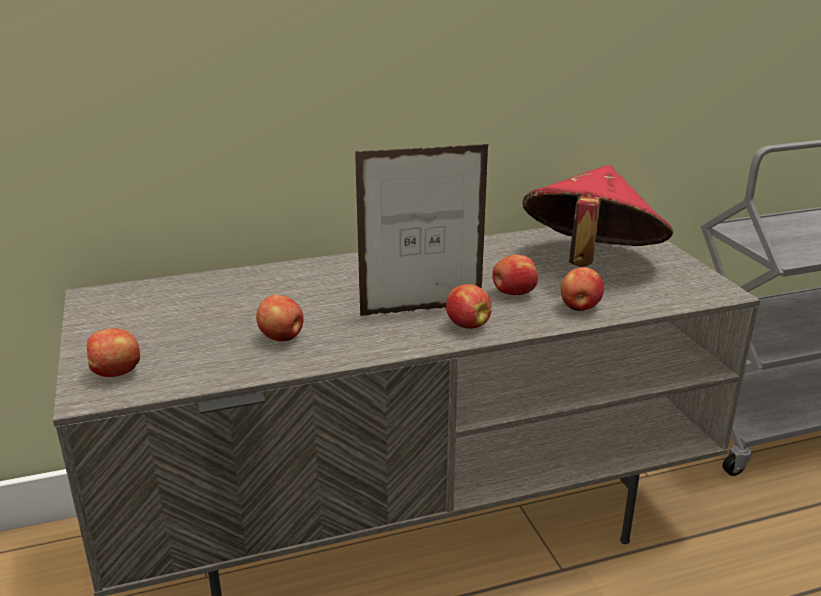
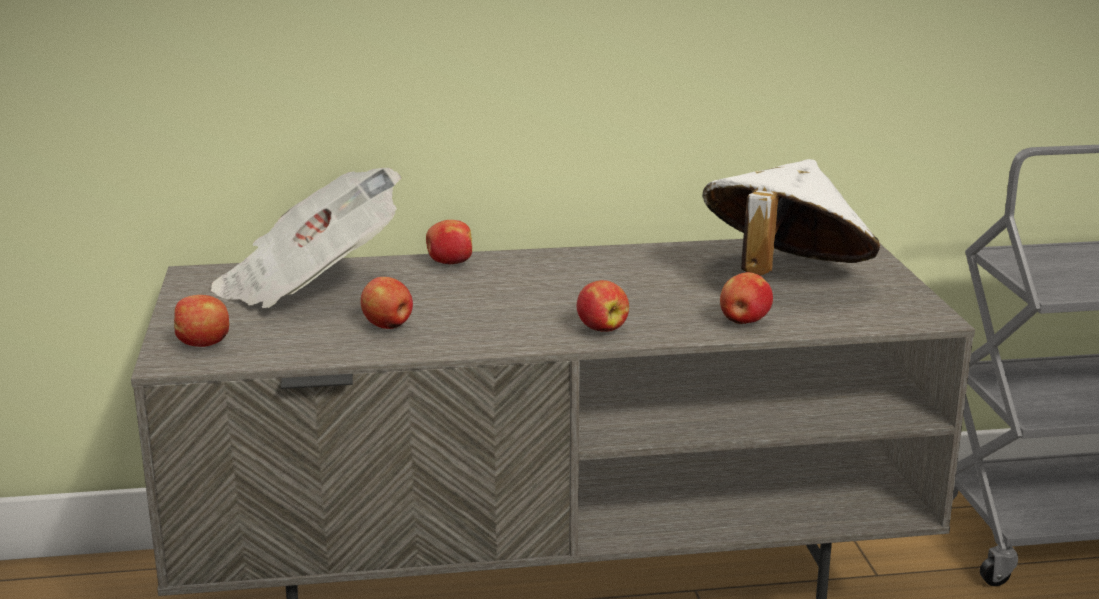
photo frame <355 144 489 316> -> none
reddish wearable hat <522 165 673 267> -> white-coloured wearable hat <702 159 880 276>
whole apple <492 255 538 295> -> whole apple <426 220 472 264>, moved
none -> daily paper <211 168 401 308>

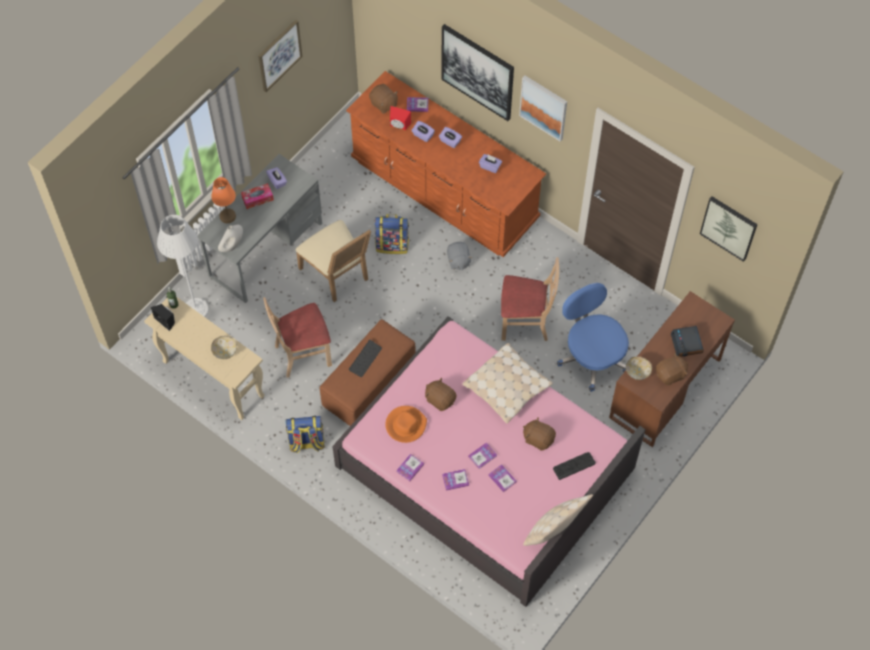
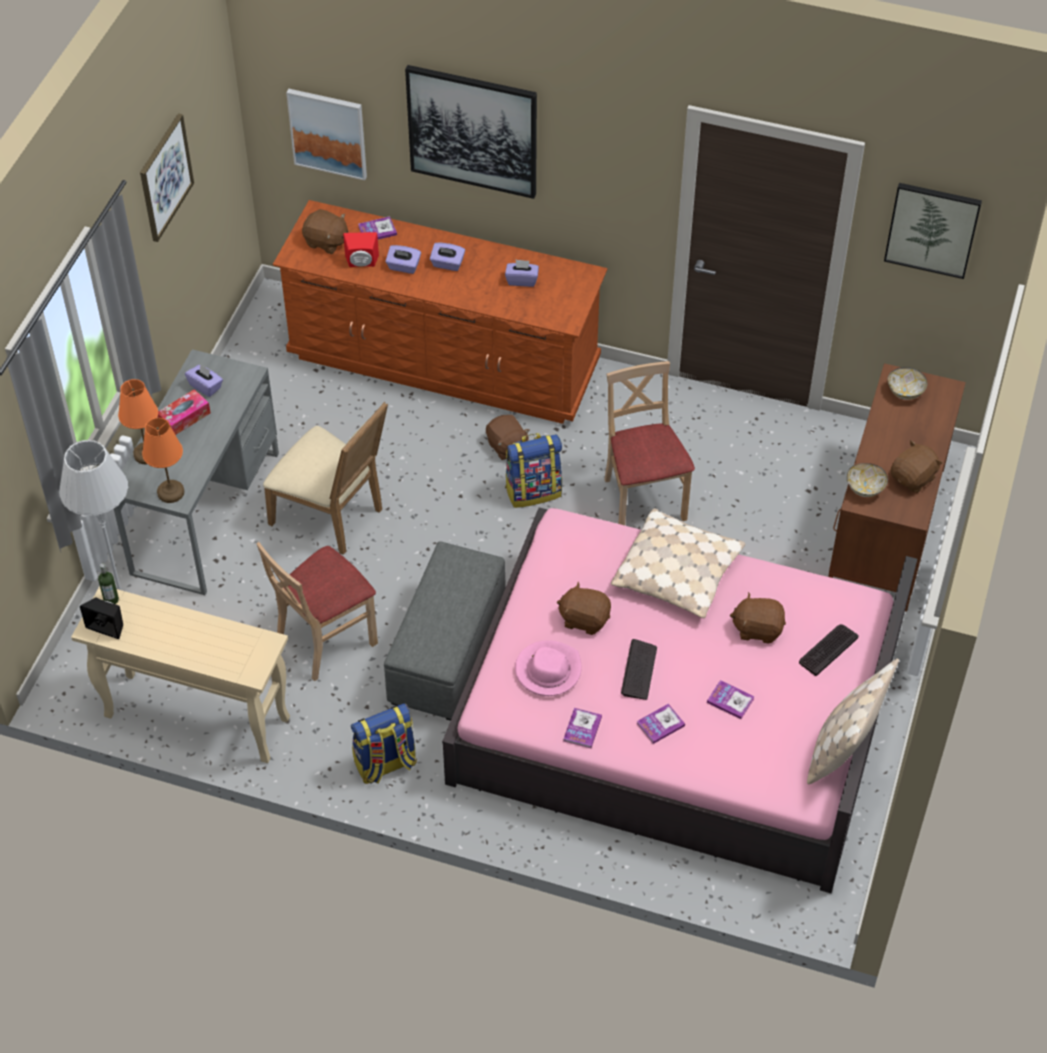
wall art <519 75 567 141> -> wall art <286 89 367 181>, moved
knapsack <374 214 409 254> -> knapsack <505 433 562 508>, moved
white-coloured vase <218 225 243 252> -> orangey lamp for a table <142 418 184 503>
grey soft toy <447 242 472 270> -> brownish soft toy <486 415 530 460>
sand-coloured chair <501 257 559 341> -> sand-coloured chair <604 361 695 525>, 90 degrees counterclockwise
blue-coloured desk chair <557 283 629 392> -> none
brownish footrest <319 319 416 426> -> grey footrest <384 541 506 721>
alarm clock <671 326 704 357> -> none
bowl <211 336 237 359> -> bowl <887 367 927 400>, moved
PC keyboard <348 340 382 377> -> PC keyboard <621 639 657 700>, moved
orangey wearable hat <385 406 427 443> -> pink-coloured wearable hat <515 640 582 696>
volume <468 442 497 469> -> none

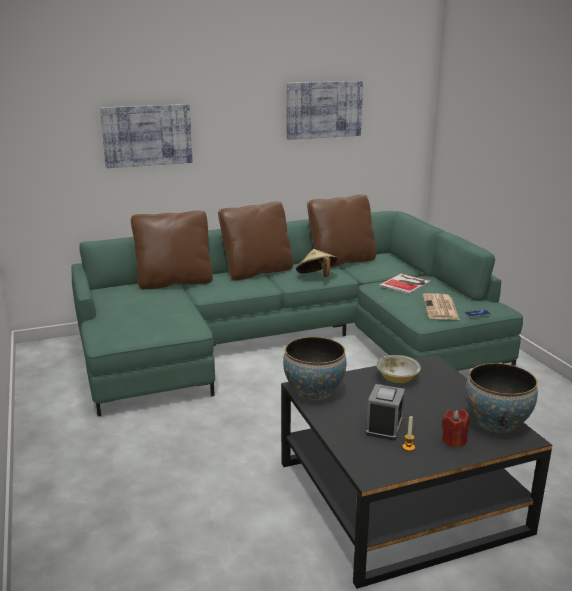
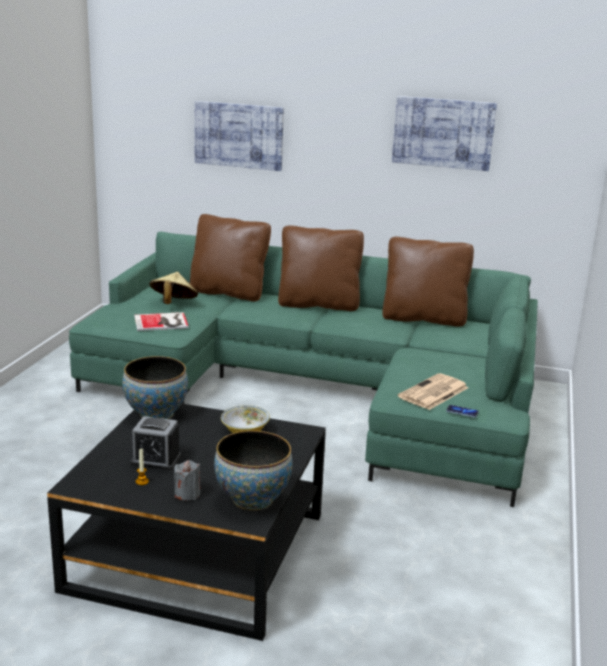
sand-coloured wearable hat <296 249 338 277> -> sand-coloured wearable hat <149 272 198 304>, moved
volume <379 273 431 294> -> volume <134 312 189 331>, moved
alarm clock <366 384 405 441> -> alarm clock <130 416 181 471>, 45 degrees clockwise
reddish wax candle <442 409 469 448> -> grey wax candle <174 460 200 501>

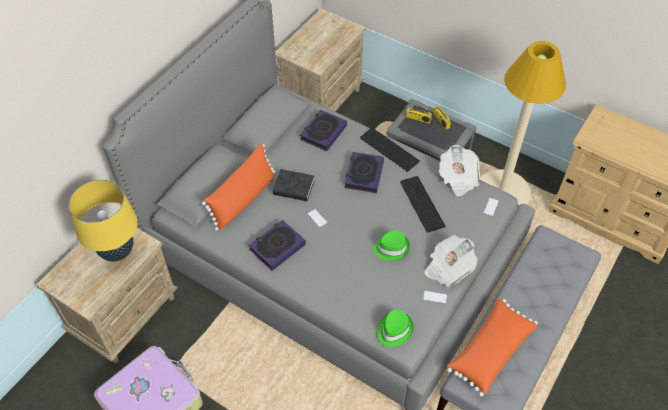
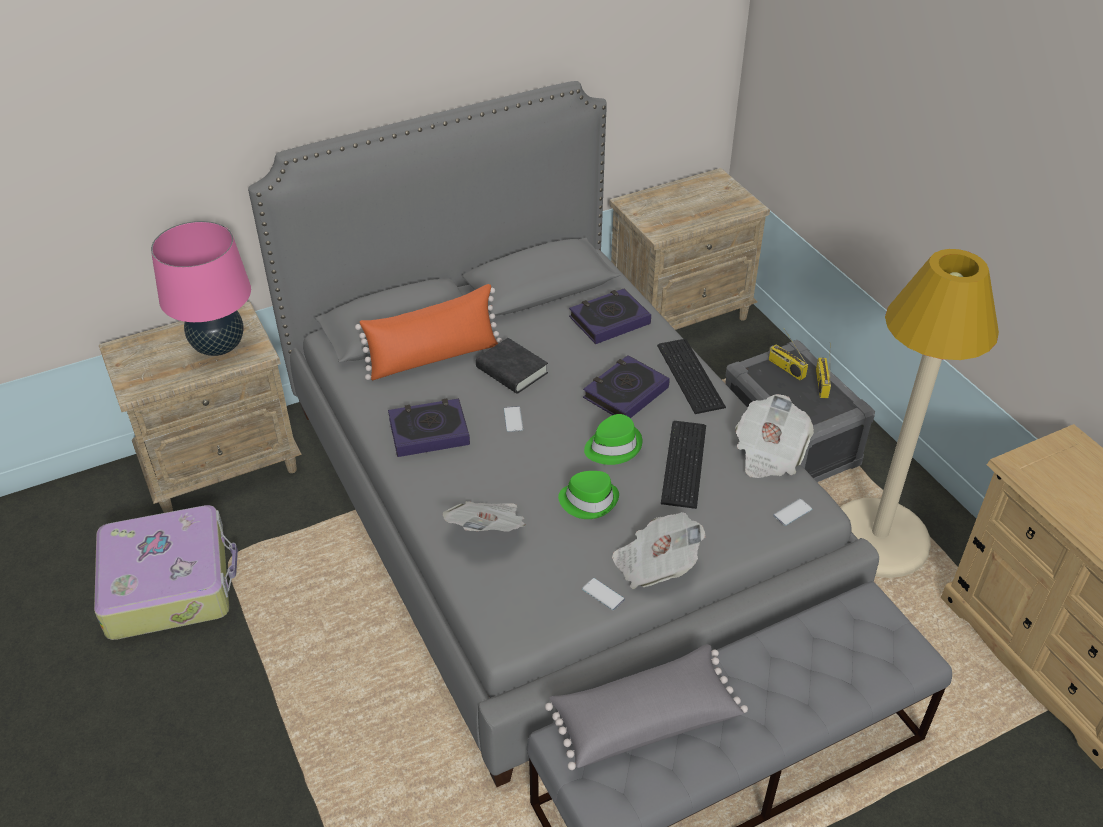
yellow-coloured lamp for a table <68 180 138 262> -> pink-coloured lamp for a table <151 221 251 356>
orangey pillow <447 298 538 397> -> grey pillow <545 644 748 770>
green wearable hat <377 310 414 347> -> green wearable hat <584 414 642 465>, moved
none -> daily paper <443 501 525 532>

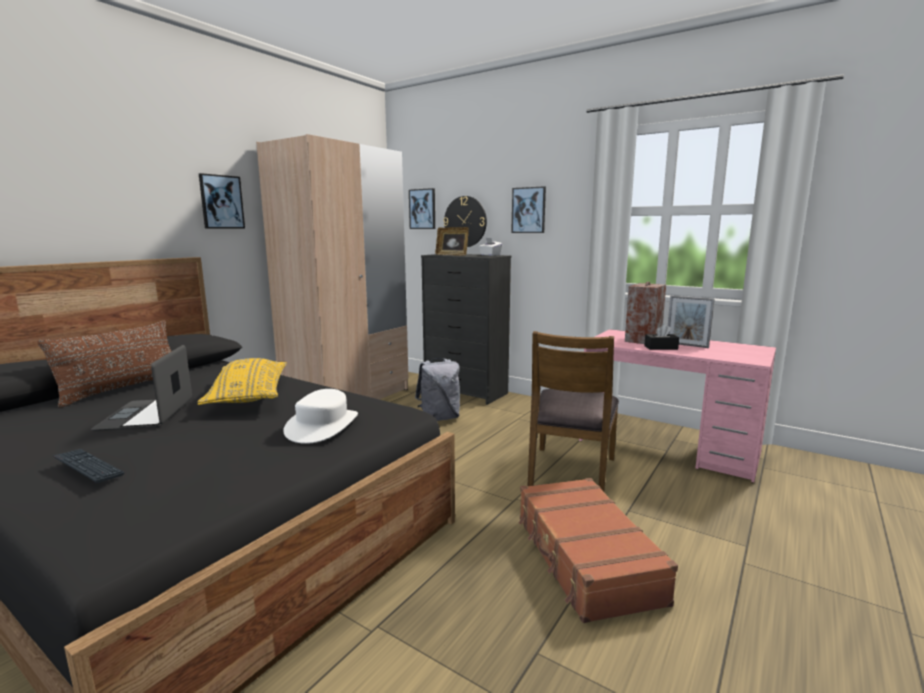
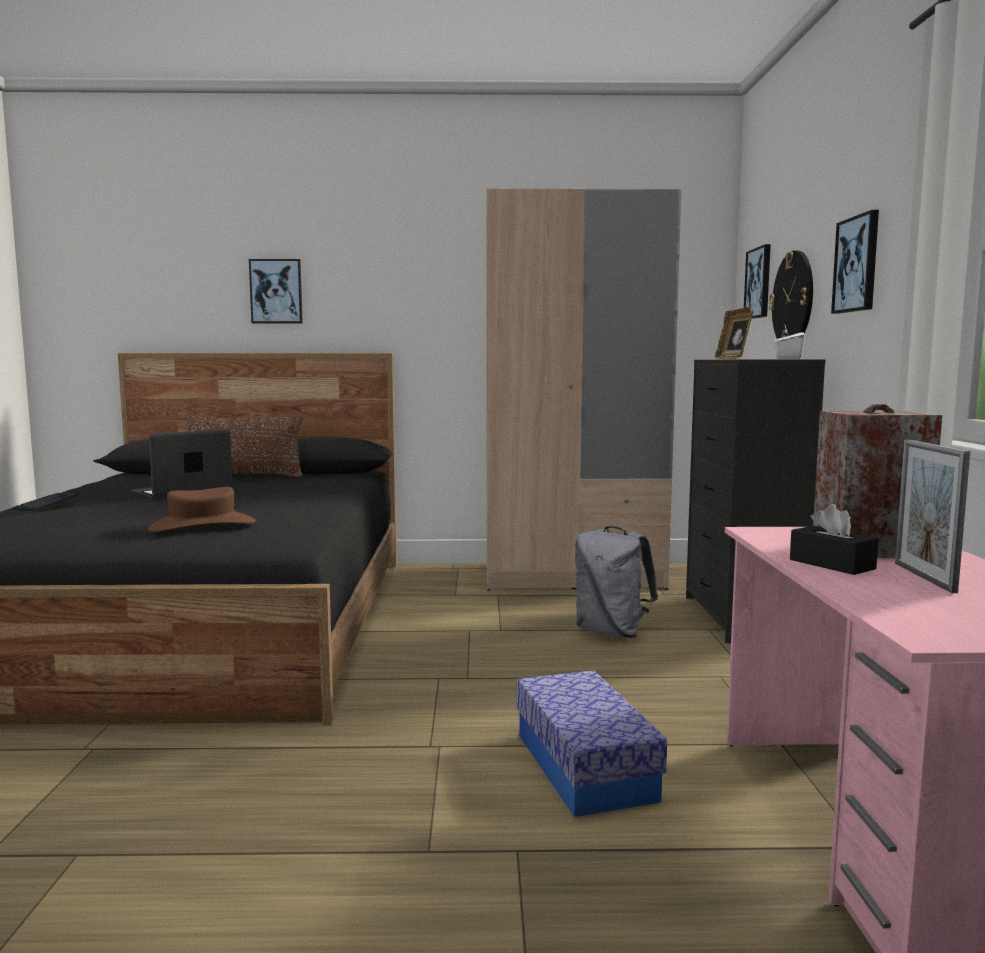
wall art <199 173 245 228> -> wall art <249 259 303 323>, moved
brownish chair <527 331 619 492> -> storage container <517 670 667 817>
yellow-coloured pillow <197 358 287 405> -> none
white-coloured wearable hat <283 389 358 444> -> brownish wearable hat <148 487 256 532>
brownish travel case <518 478 678 623> -> none

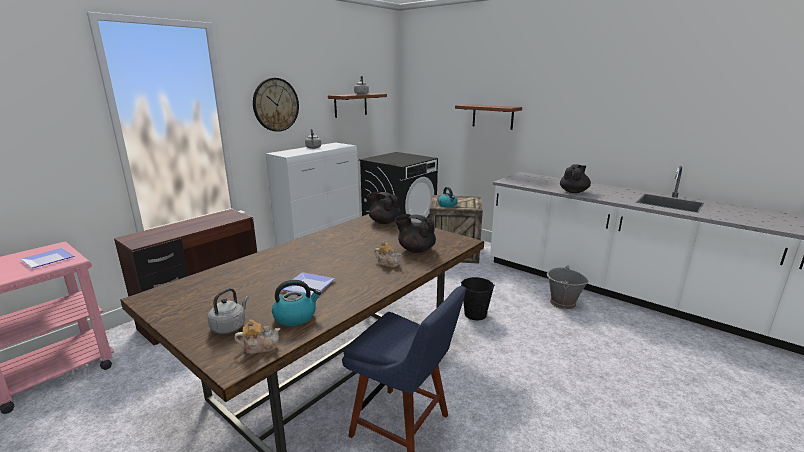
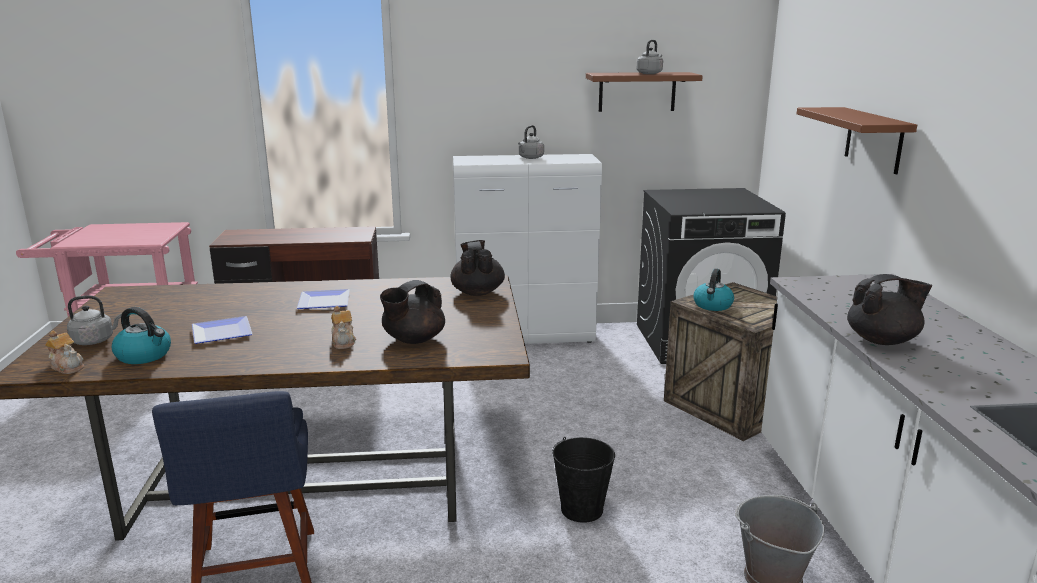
hanging clock <253 78 299 132> -> none
black-coloured teapot <395 214 436 253> -> black-coloured teapot <380 280 445 344>, 120 degrees counterclockwise
dinner plate <20 248 75 268> -> dinner plate <297 289 350 309>, moved

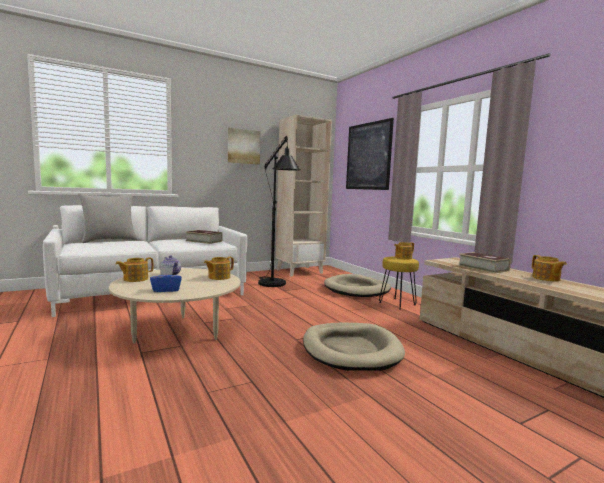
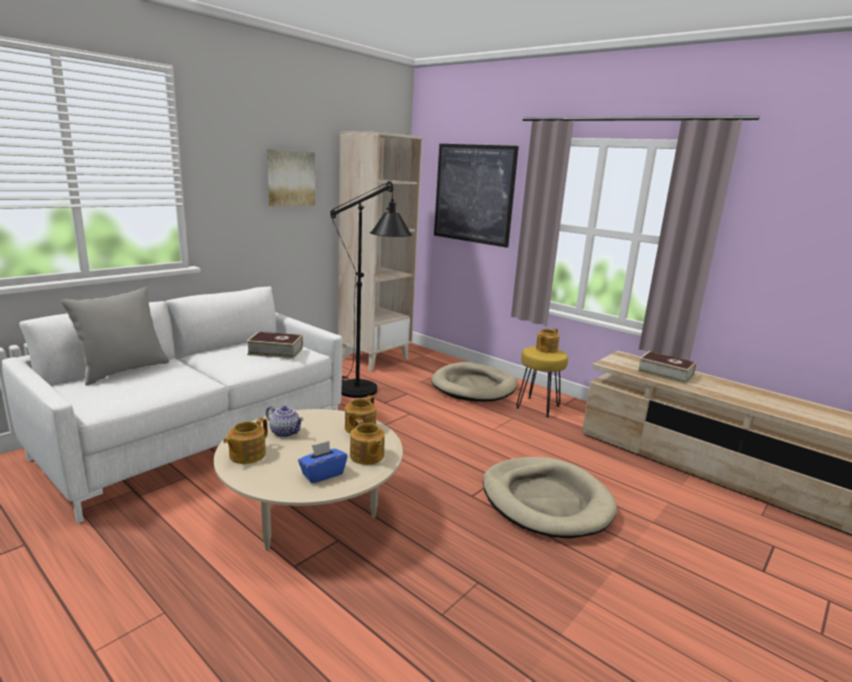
teapot <532 255 567 282> -> teapot <350 418 385 465>, moved

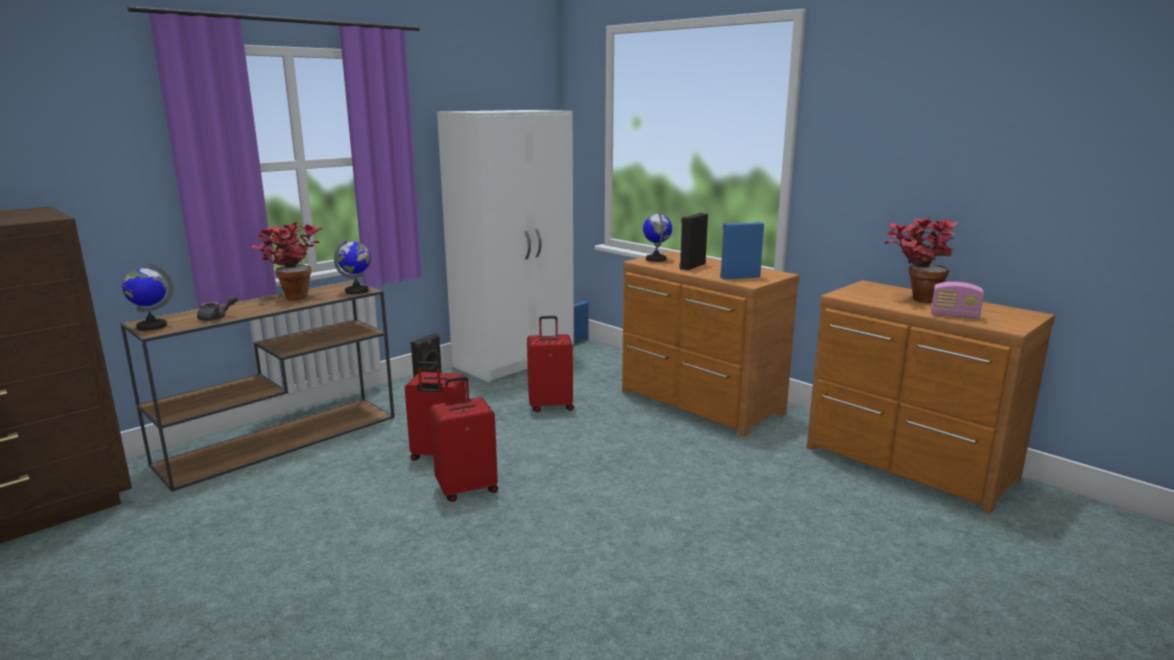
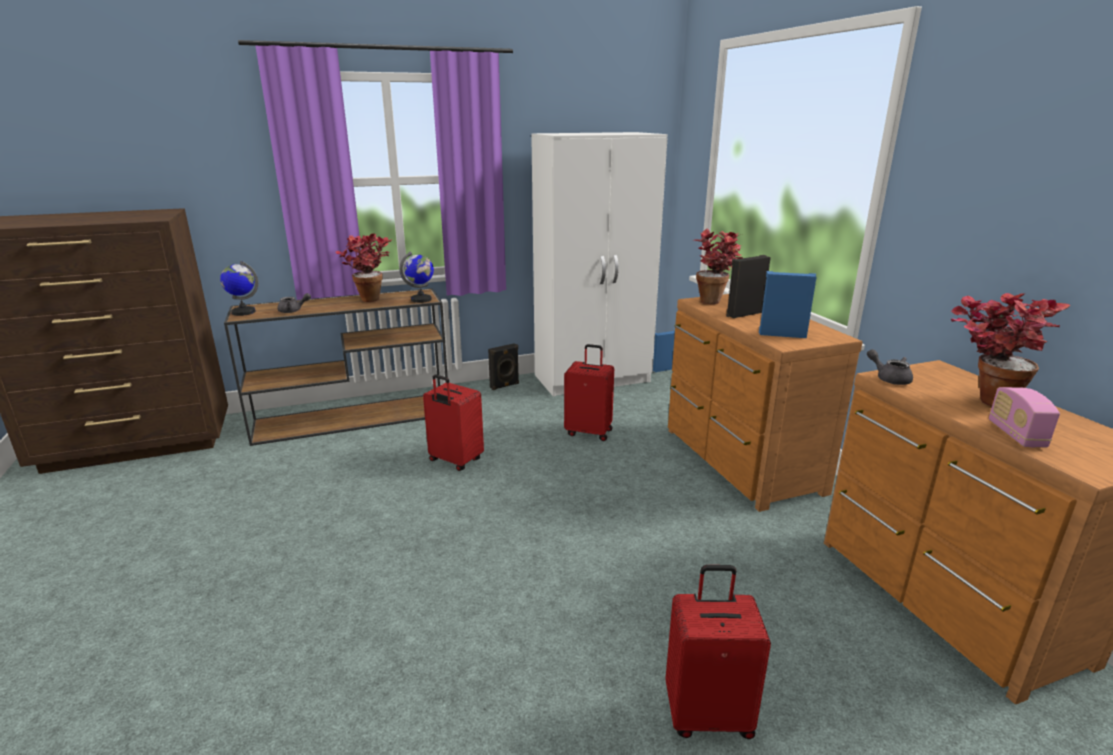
desk globe <643 211 672 262> -> potted plant <693 228 743 304>
radio <931 282 984 319> -> radio <989 387 1060 447>, 45 degrees clockwise
reddish travel case <430 376 498 502> -> reddish travel case <665 565 771 739>, moved
none -> grey teapot <867 349 913 385>

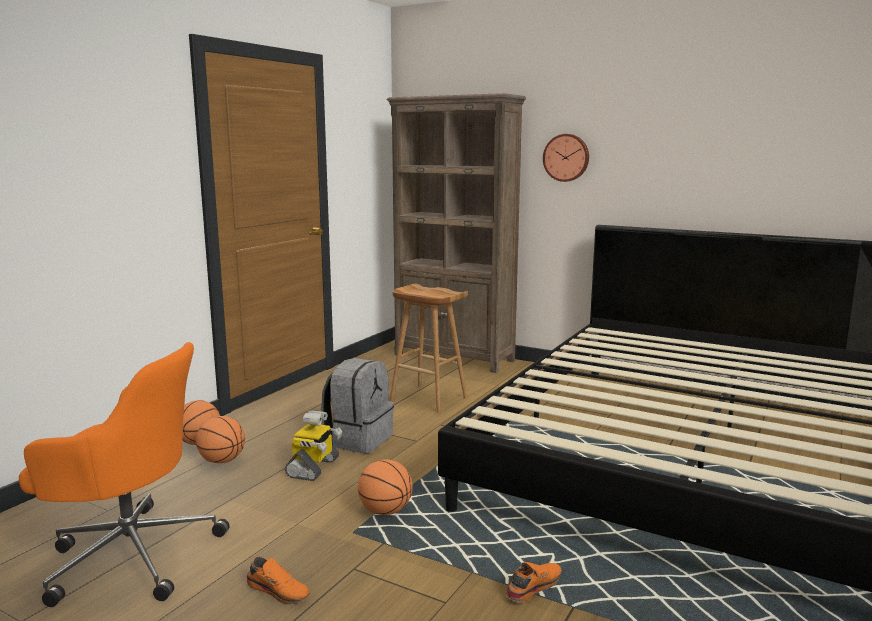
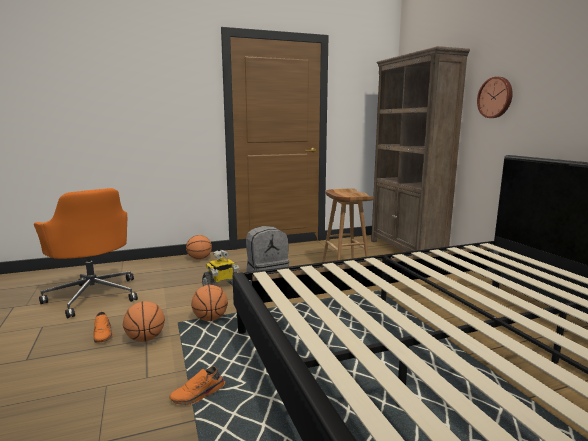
ball for basketball <196 416 245 463> -> ball for basketball <123 301 165 342>, moved
orangey shoe <505 562 562 603> -> orangey shoe <169 366 225 405>, 150 degrees clockwise

